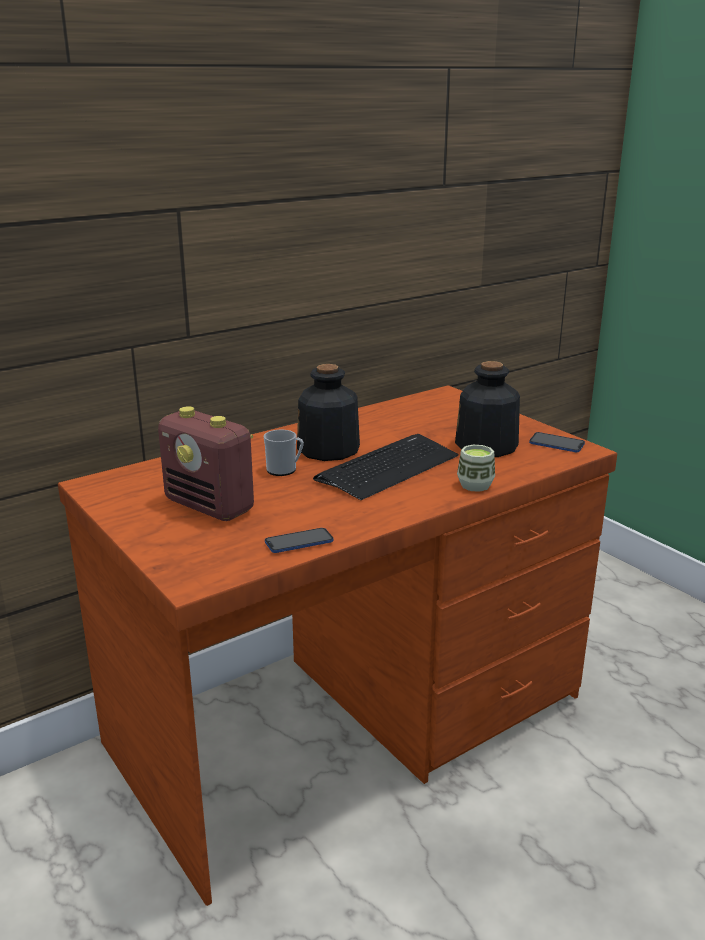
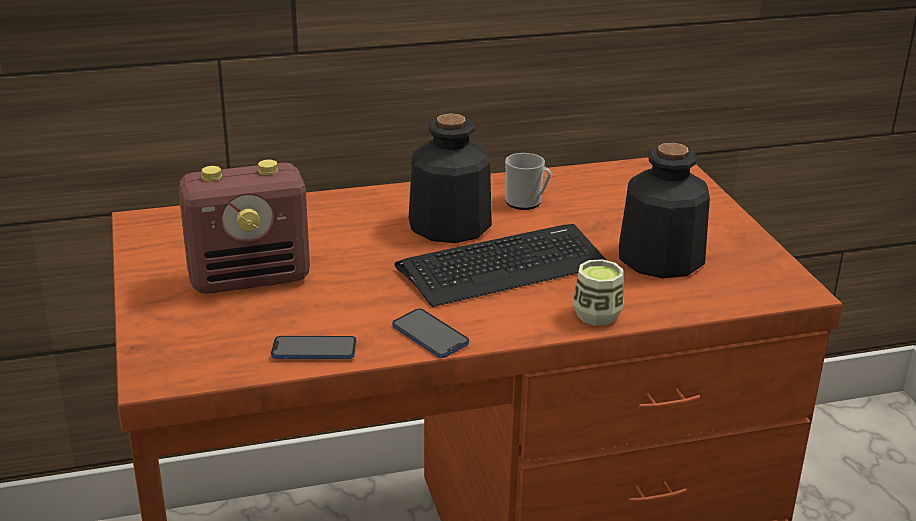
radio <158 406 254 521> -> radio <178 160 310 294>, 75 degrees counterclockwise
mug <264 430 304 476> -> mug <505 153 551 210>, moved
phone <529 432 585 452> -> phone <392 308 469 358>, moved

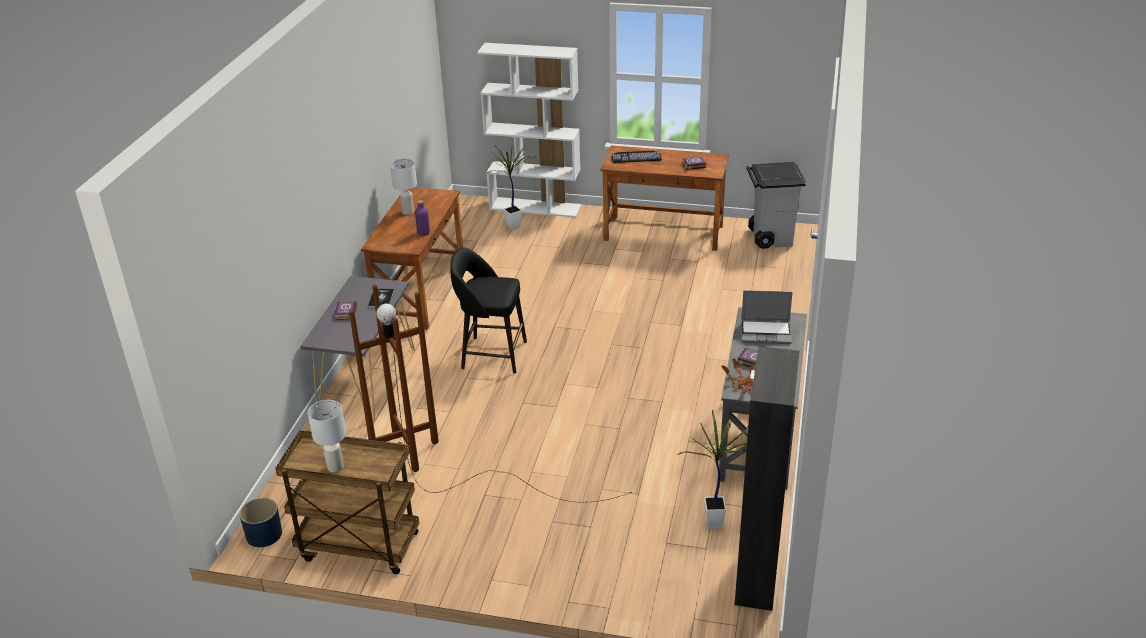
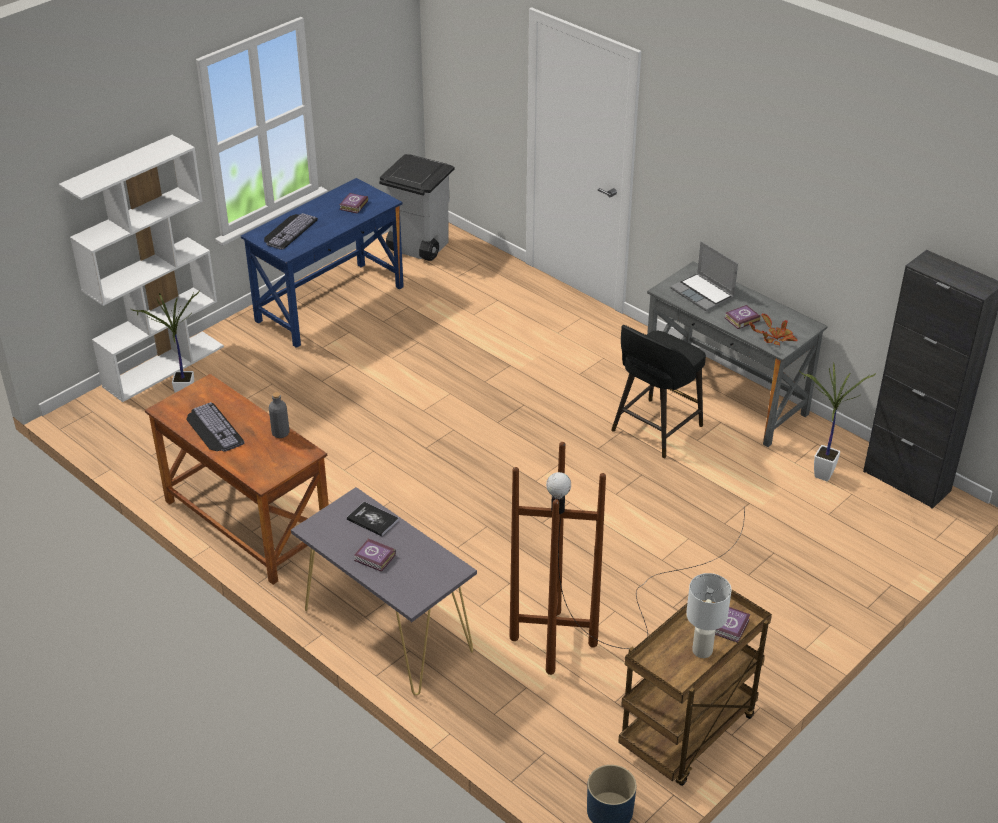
brownish desk table <600 145 729 251> -> blue-coloured desk table <241 178 404 348>
white-coloured lamp for a table <390 158 417 215> -> PC keyboard <186 402 244 452>
purplish beverage bottle <415 200 430 236> -> grey beverage bottle <269 392 290 438>
black-coloured sitting stool <451 248 527 374> -> black-coloured sitting stool <611 325 706 458>, moved
portable computer <741 290 792 344> -> portable computer <670 241 738 311>, 105 degrees clockwise
none -> volume <715 607 750 643>

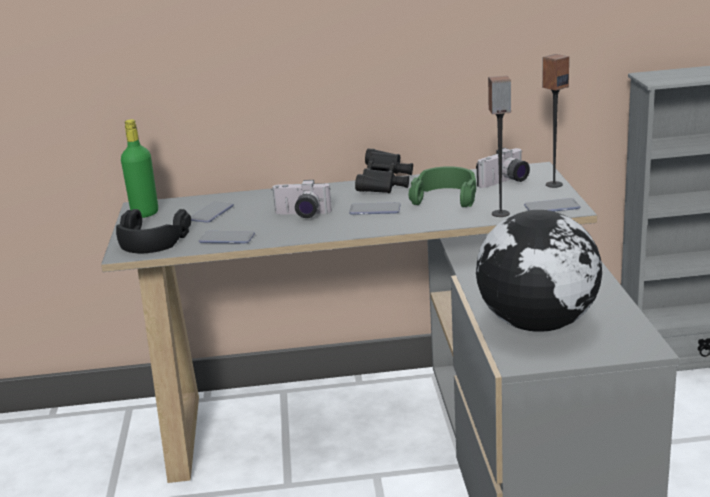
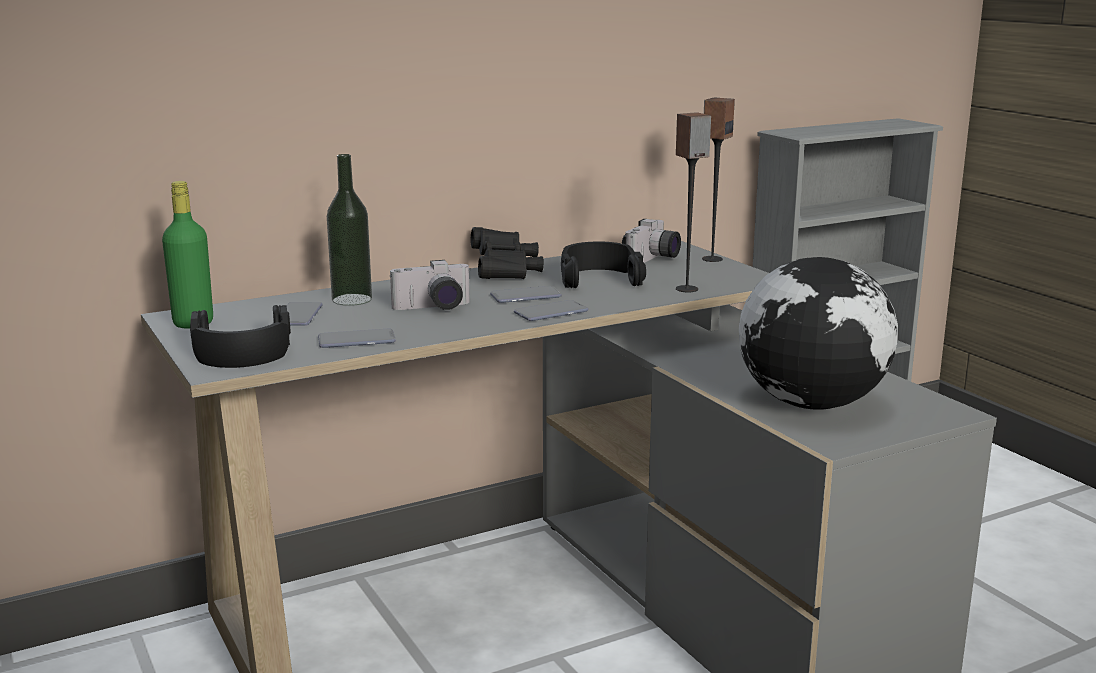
green headset <409 166 476 207> -> black-coloured headset <561 242 646 288>
phone <524 198 581 212> -> phone <514 300 589 321>, moved
none -> beverage bottle <327 154 372 306>

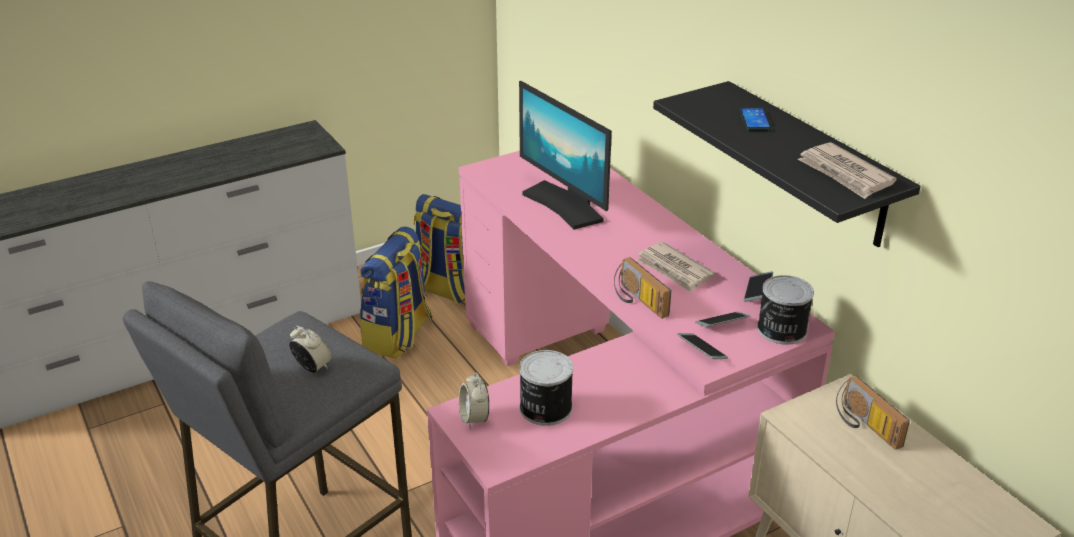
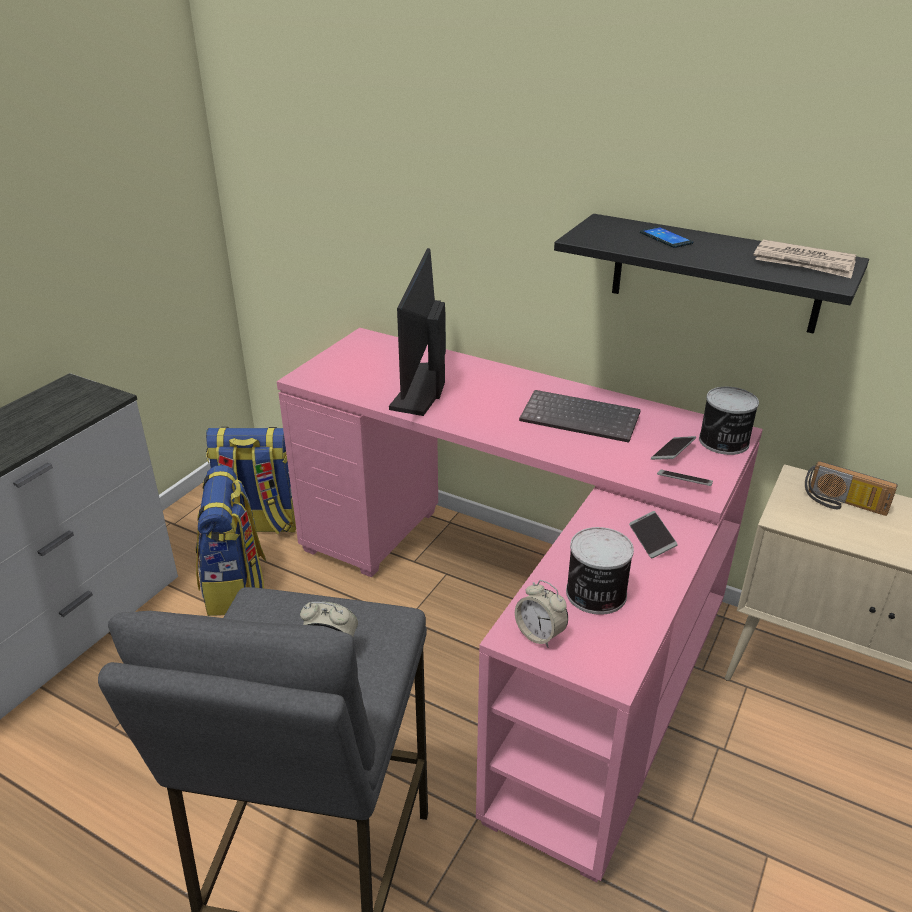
computer display <519 81 612 230> -> computer display <389 248 446 416>, 75 degrees clockwise
daily paper <636 242 715 293> -> PC keyboard <519 390 641 443>
radio <614 257 671 319> -> none
phone <744 271 773 302> -> phone <629 511 678 558>, moved

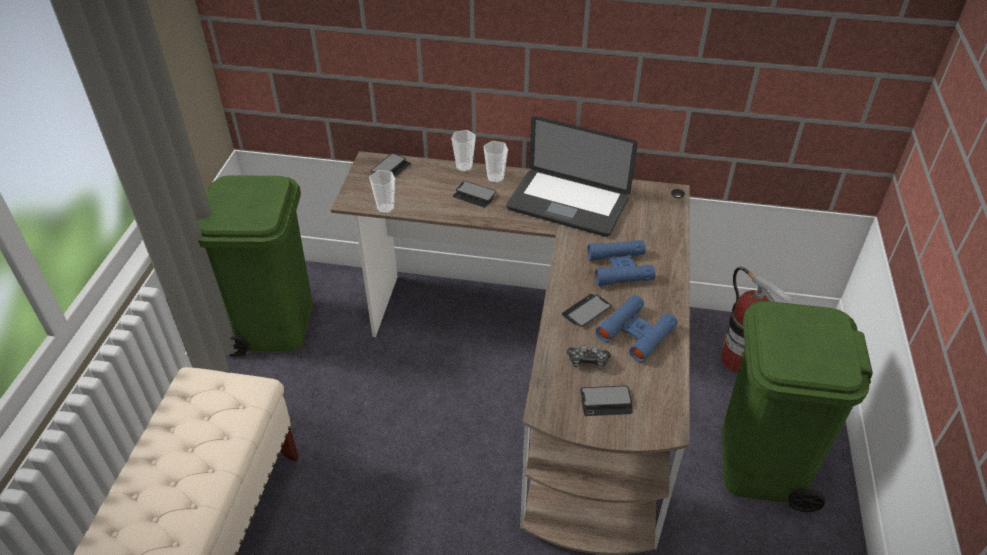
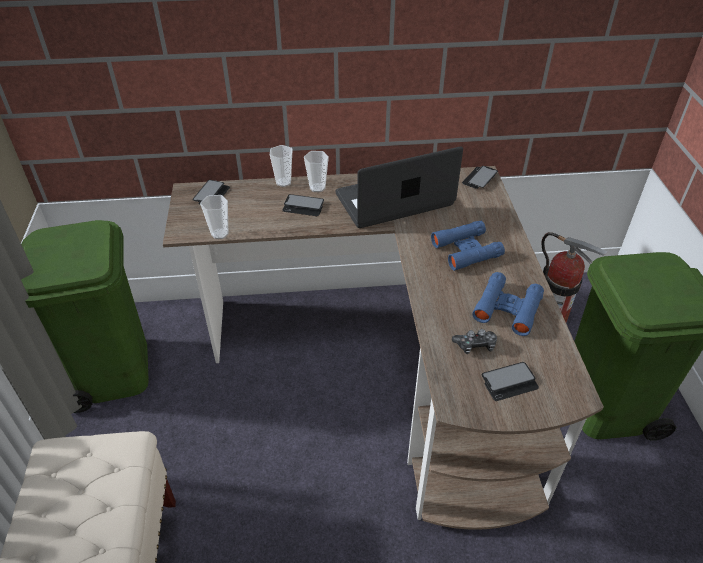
portable computer <506 116 637 237> -> portable computer <335 147 463 228>, 150 degrees clockwise
phone <562 294 612 327> -> phone <462 166 498 189>, moved

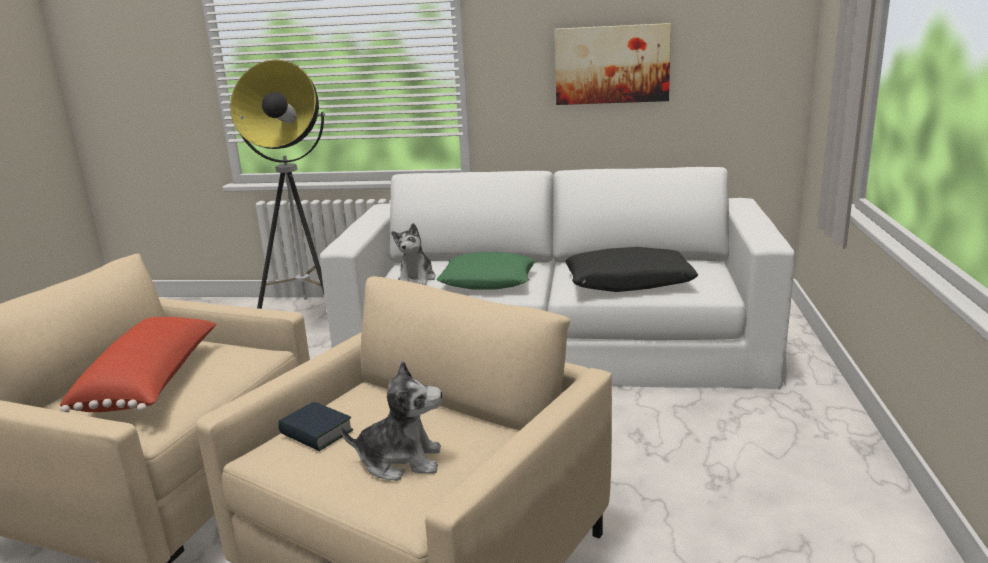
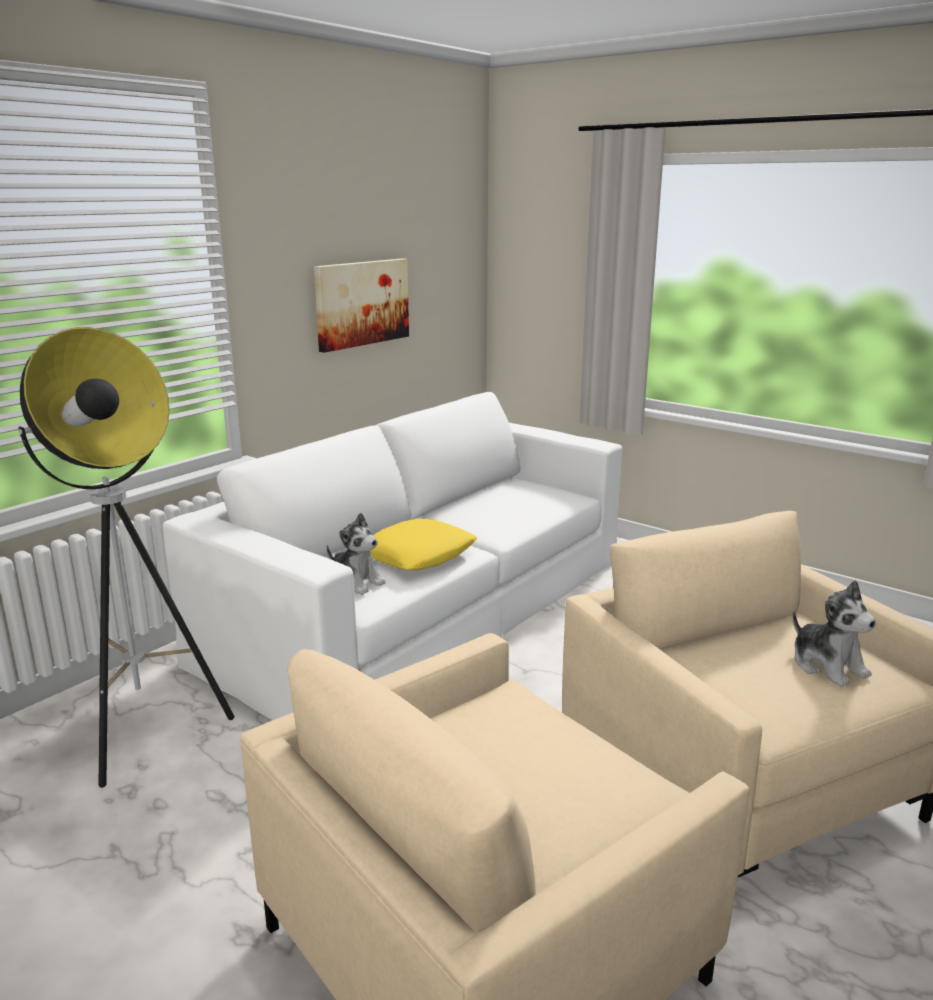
black-coloured pillow <565 247 698 292> -> none
green pillow <436 252 536 290> -> yellow-coloured pillow <370 519 478 570>
reddish pillow <60 317 217 412> -> none
soft toy <340 360 442 481> -> soft toy <793 580 876 687>, 120 degrees clockwise
volume <278 402 353 451> -> none

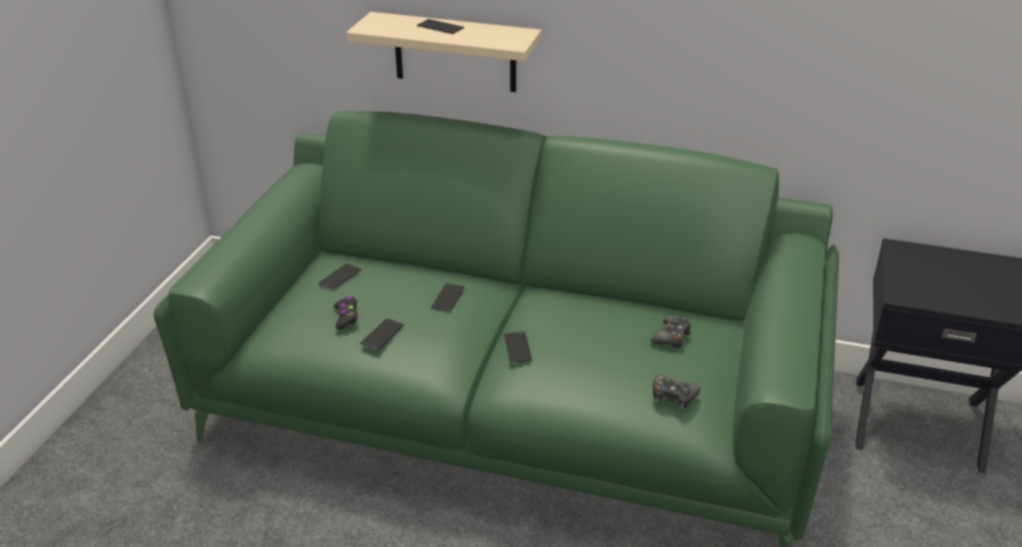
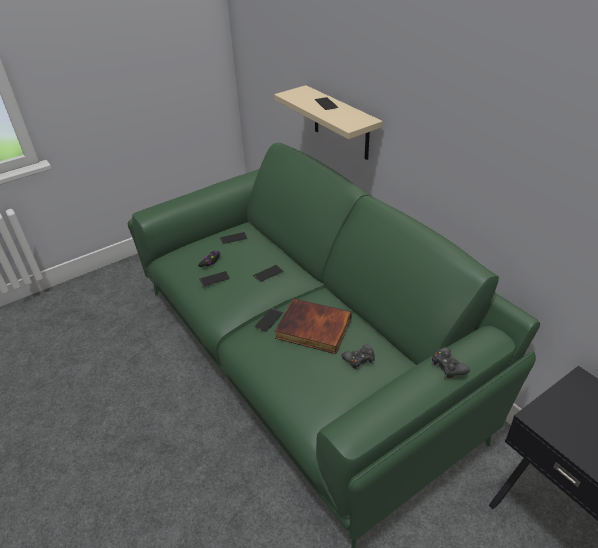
black-coloured joypad <653 375 701 409> -> black-coloured joypad <431 347 470 378>, moved
none -> volume <275 298 352 354>

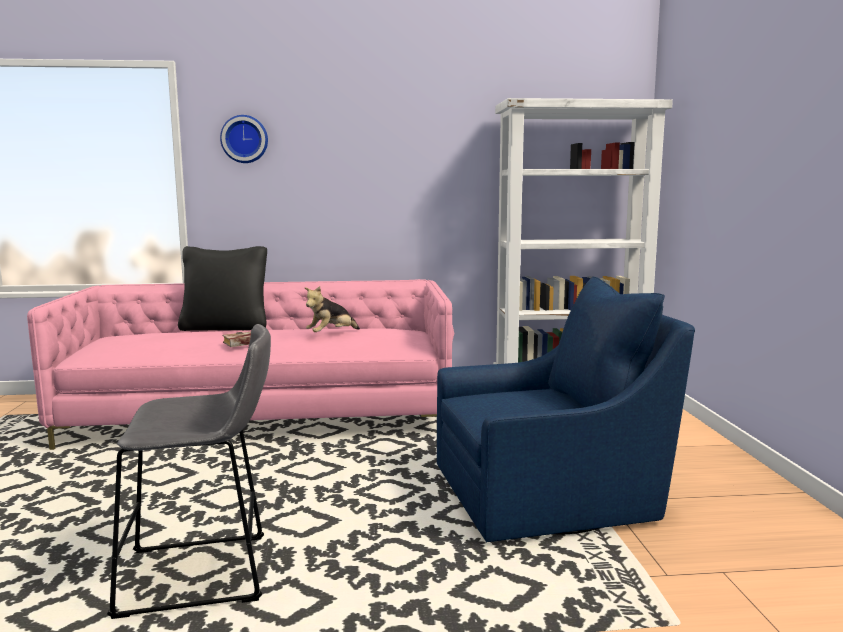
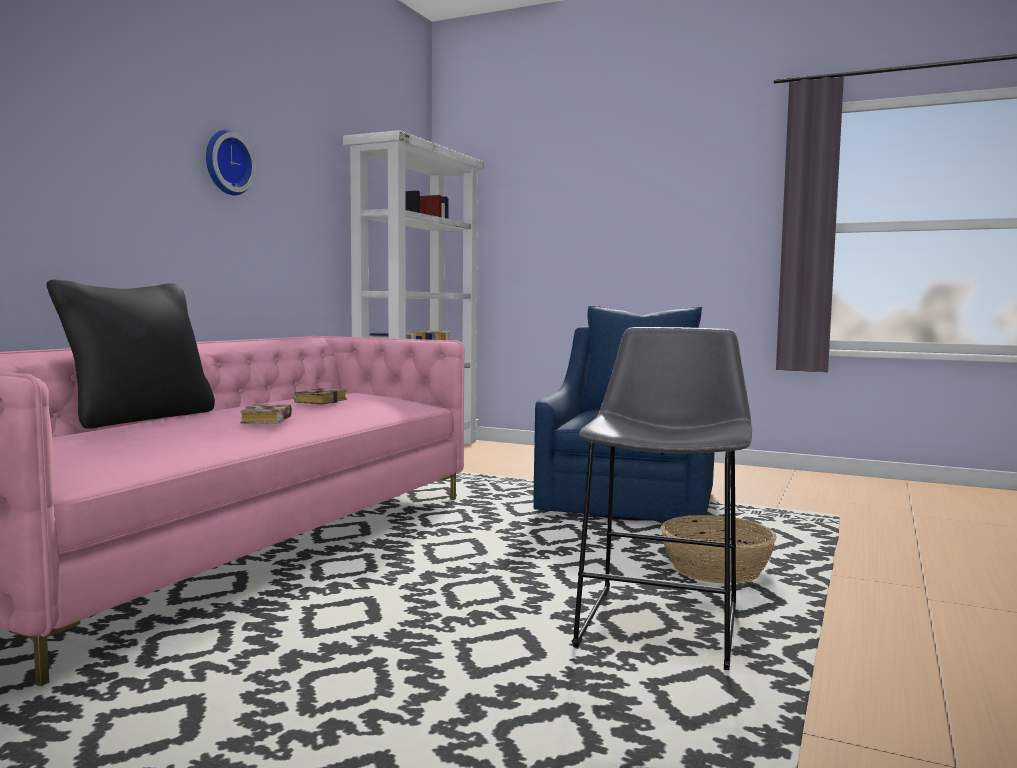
hanging clock <220 115 268 163> -> hanging clock <206 130 256 195>, moved
soft toy <305 286 360 332> -> volume <294 388 347 405>
none -> basket <660 515 777 584>

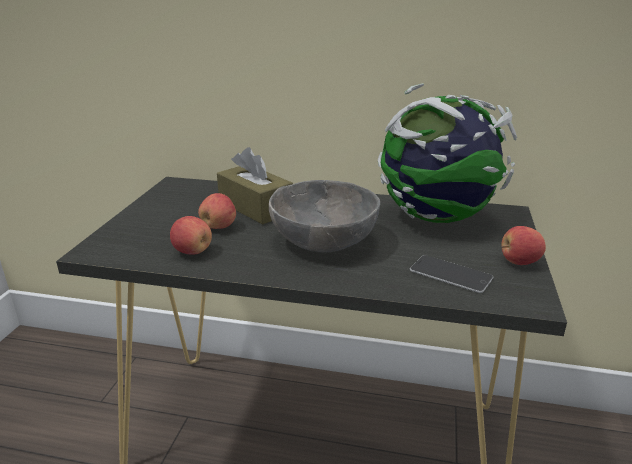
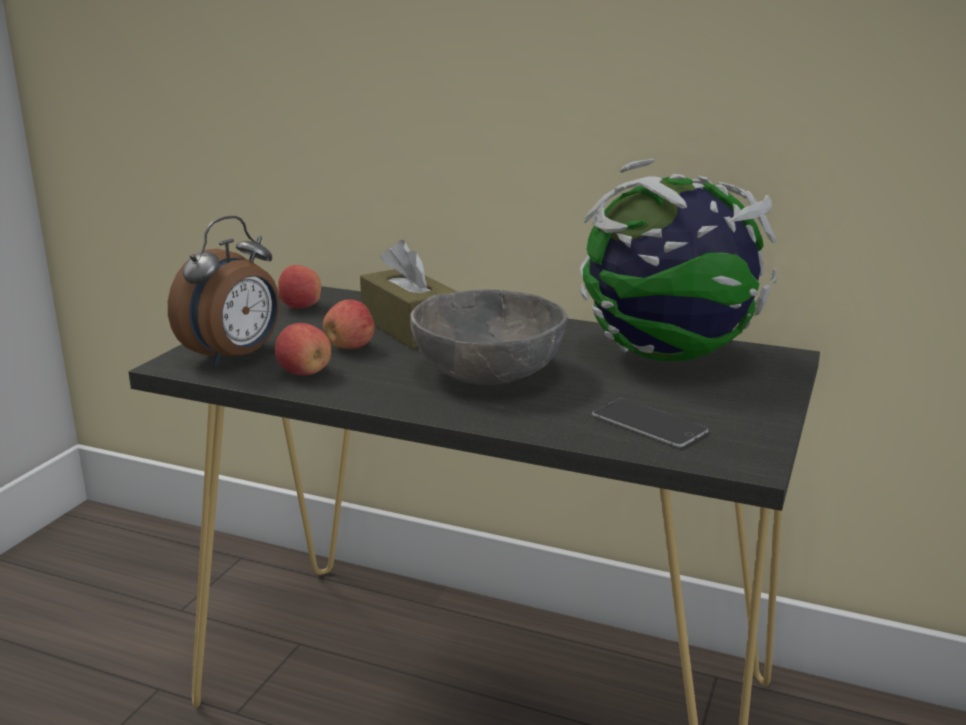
whole apple <501 226 546 265> -> whole apple <278 265 321 308>, moved
none -> alarm clock <168 216 280 367>

